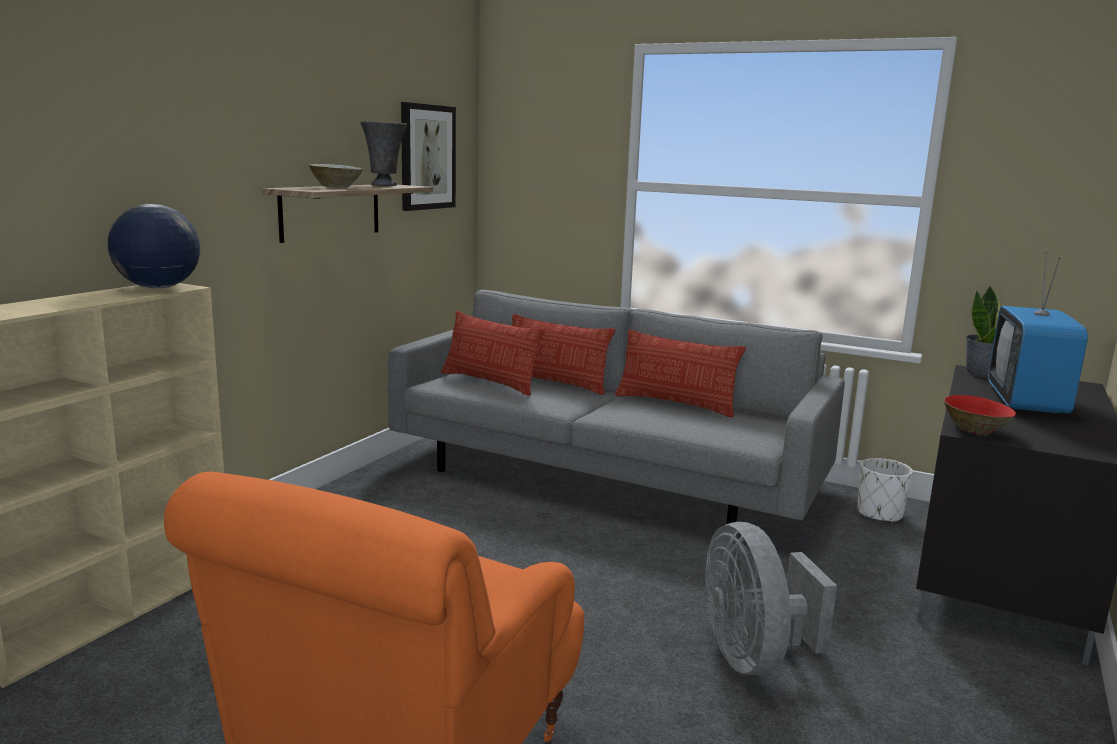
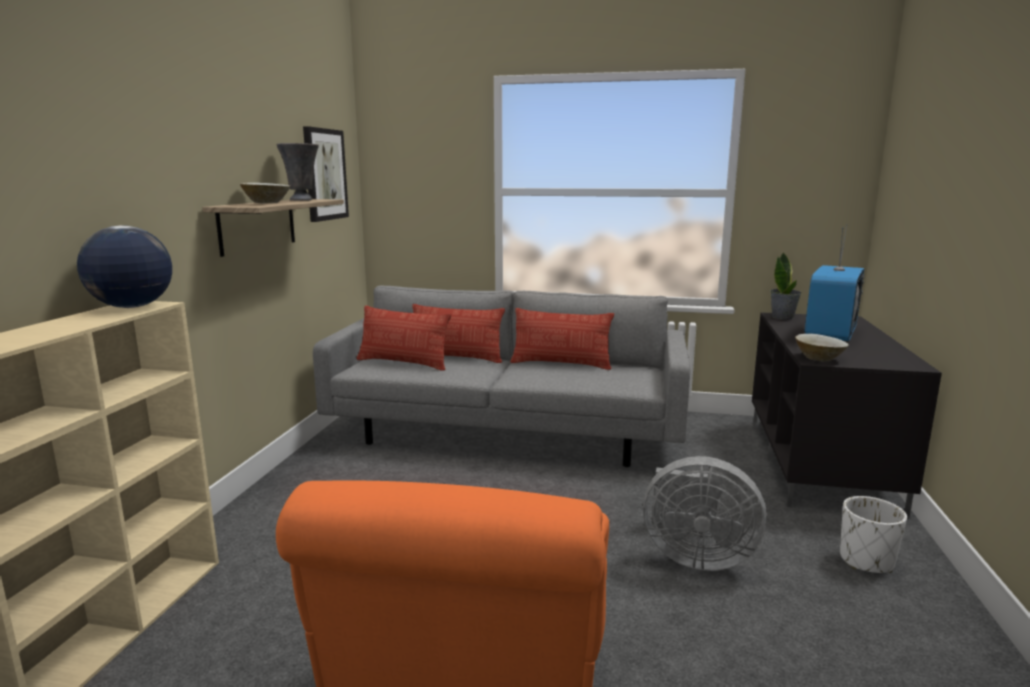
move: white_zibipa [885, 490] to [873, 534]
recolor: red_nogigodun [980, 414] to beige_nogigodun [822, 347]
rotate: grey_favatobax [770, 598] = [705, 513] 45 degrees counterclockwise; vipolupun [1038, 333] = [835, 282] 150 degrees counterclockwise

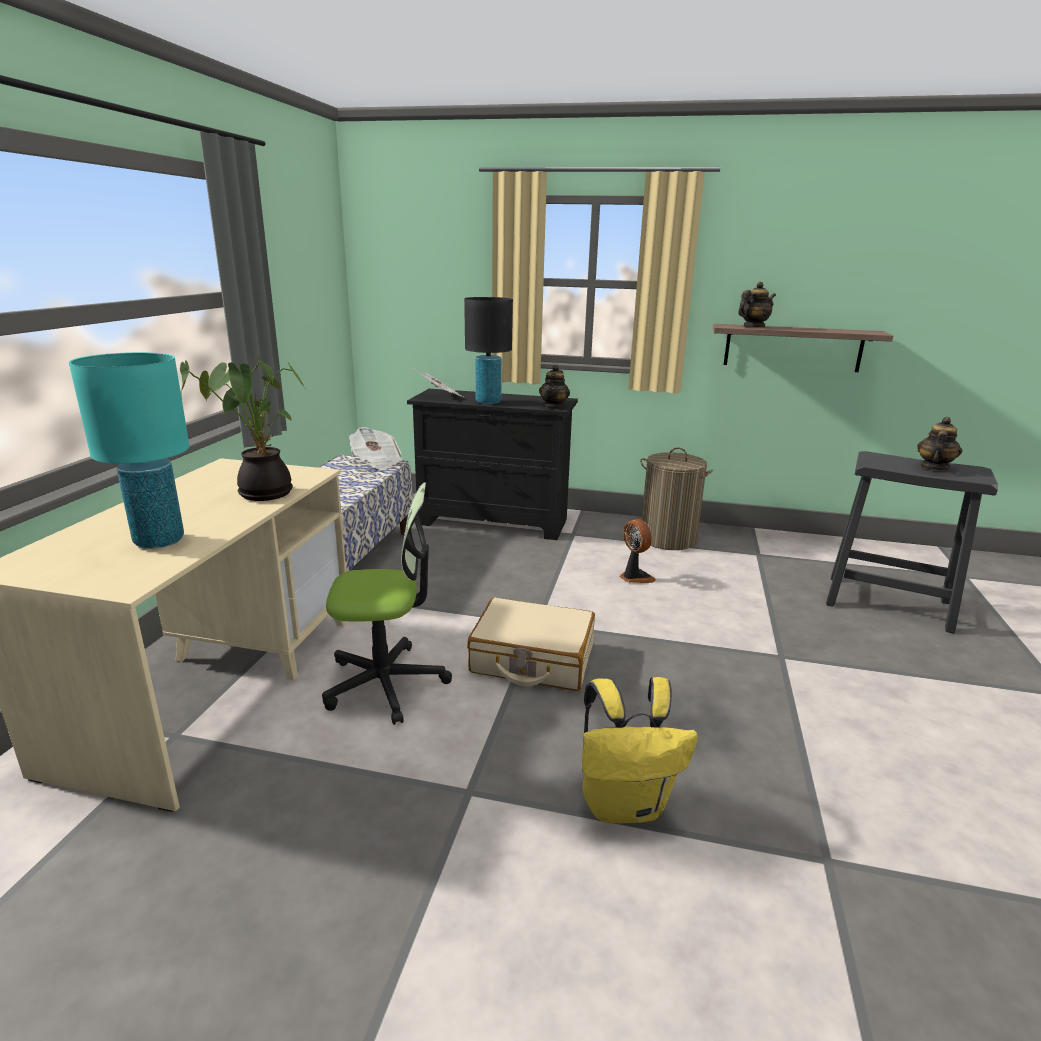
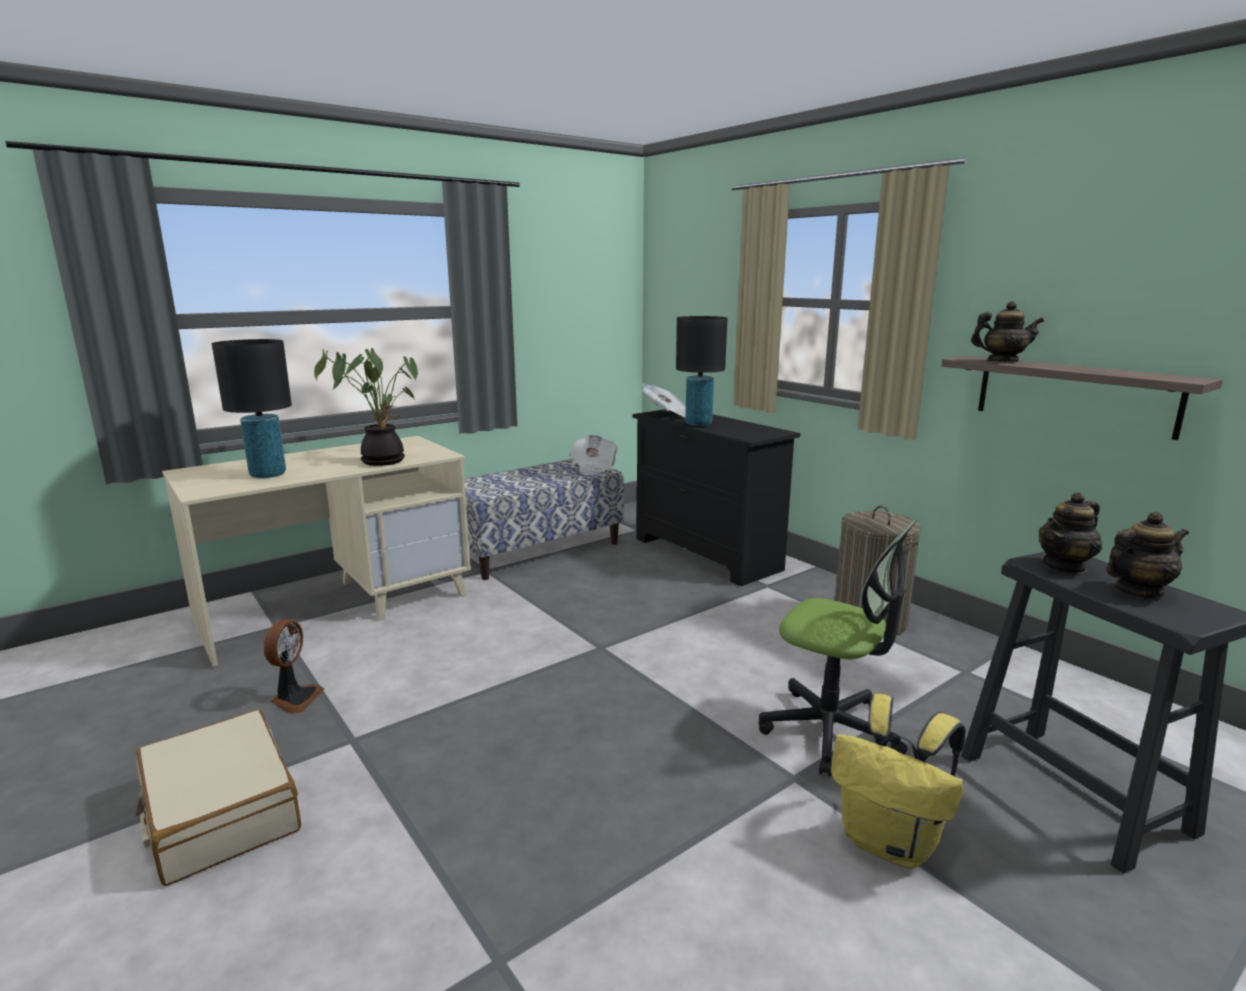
move: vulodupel [387, 603] to [838, 648]; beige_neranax [531, 644] to [218, 798]; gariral [554, 387] to [1070, 533]; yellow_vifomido [640, 750] to [898, 781]; favatobax [637, 551] to [293, 666]
recolor: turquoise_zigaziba [129, 450] to black_zigaziba [252, 408]

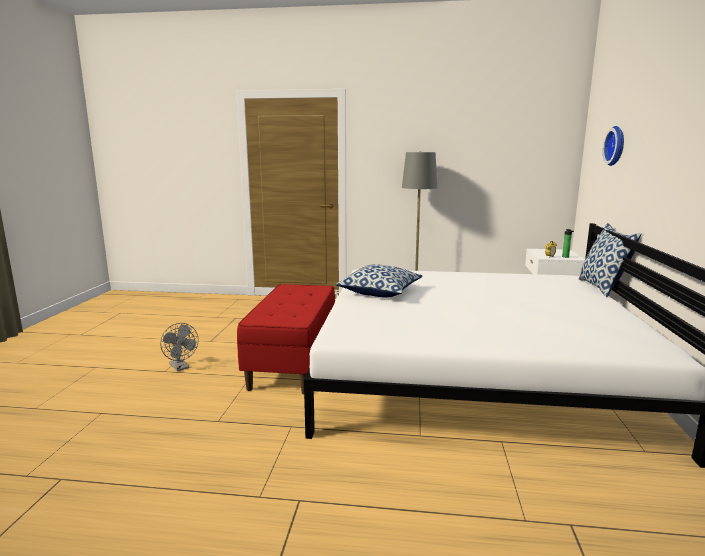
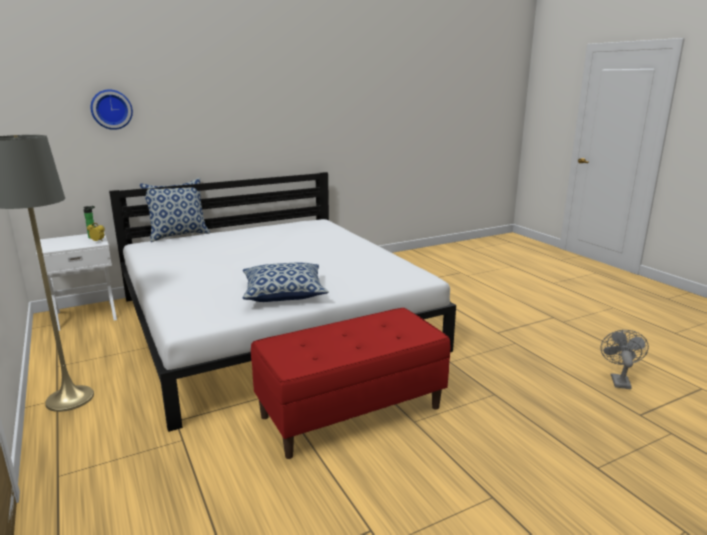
move: grey_favatobax [179, 347] to [624, 359]

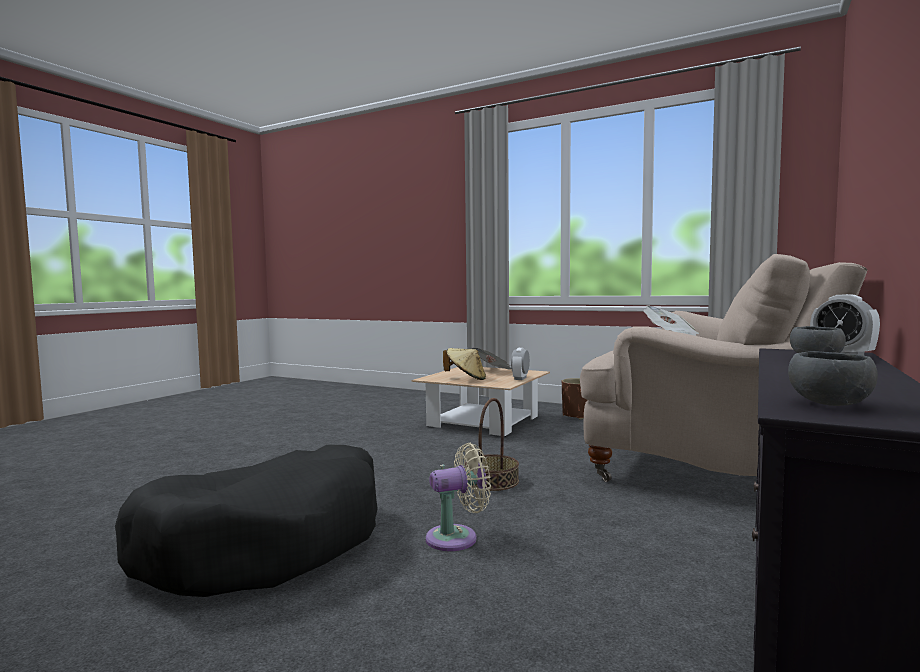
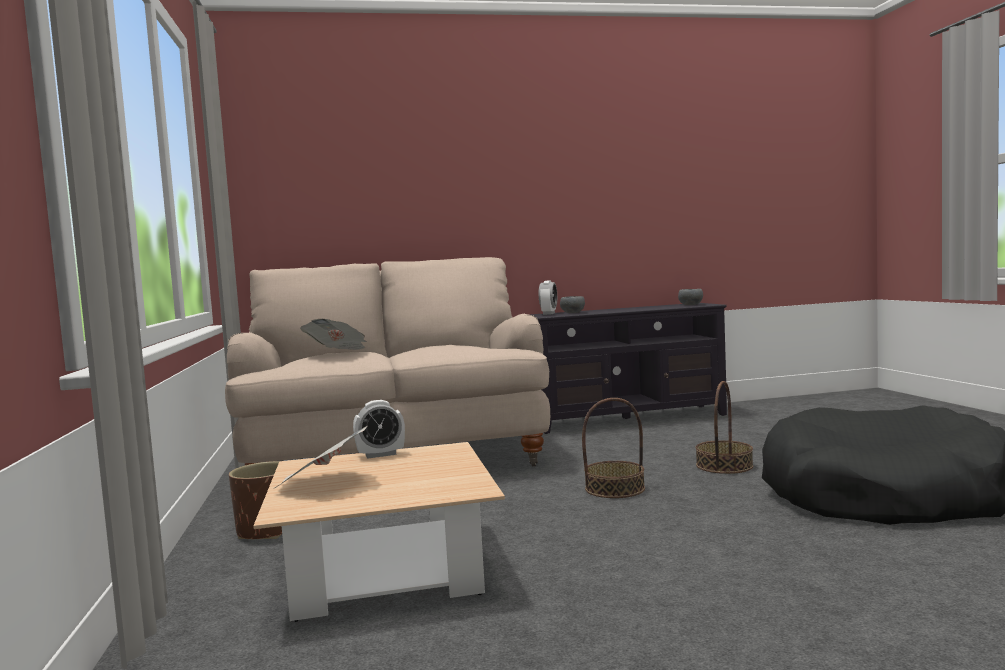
delete: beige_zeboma [464, 364]
replace: beige_favatobax [458, 497] to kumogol [724, 427]

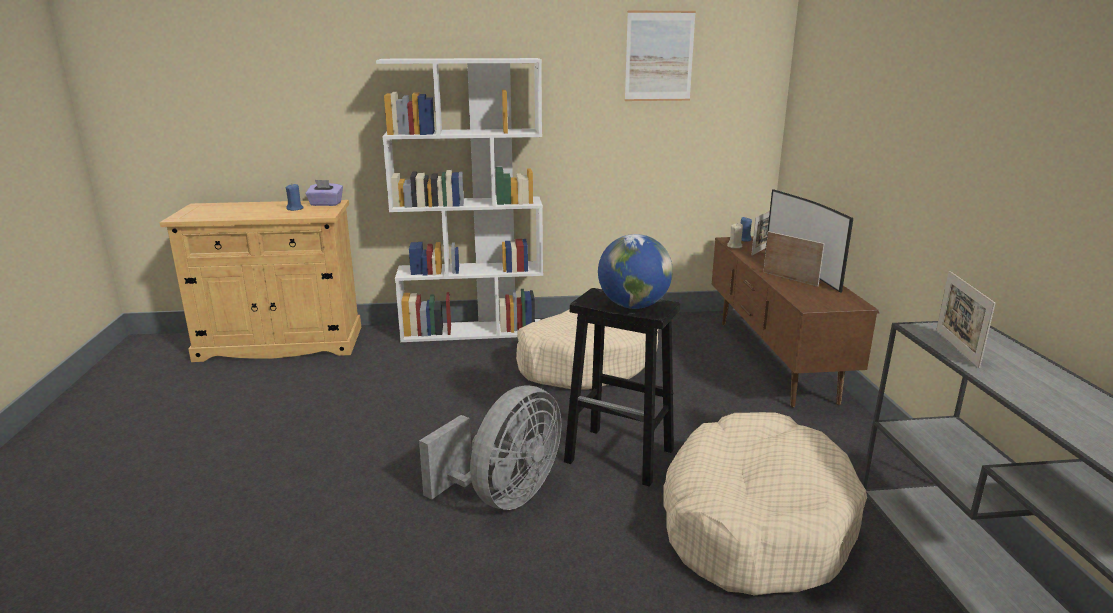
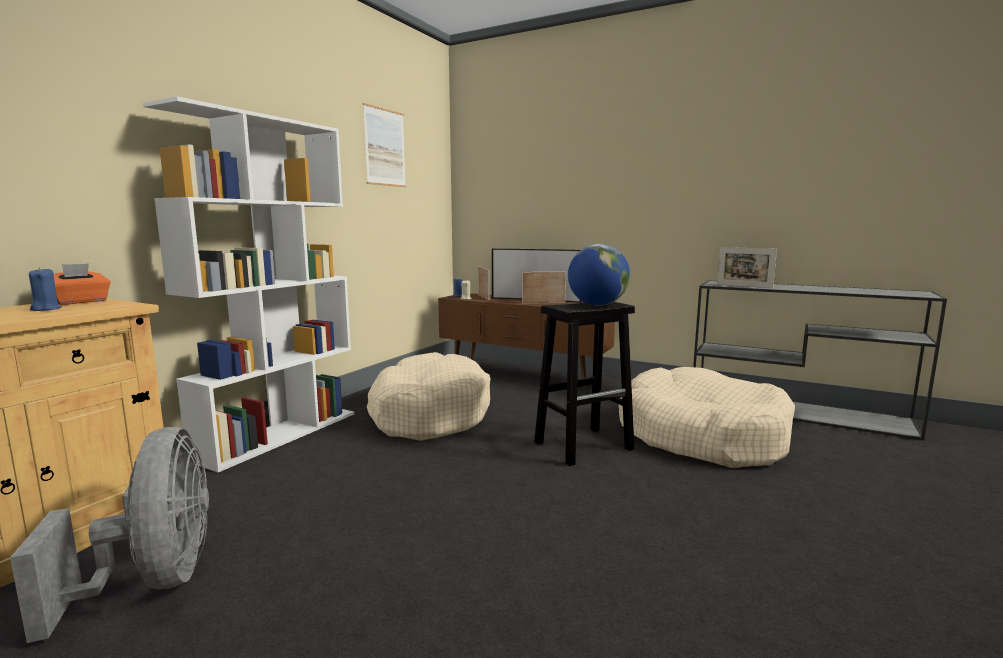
move: grey_favatobax [490, 447] to [109, 535]
recolor: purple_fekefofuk [324, 193] to orange_fekefofuk [82, 284]

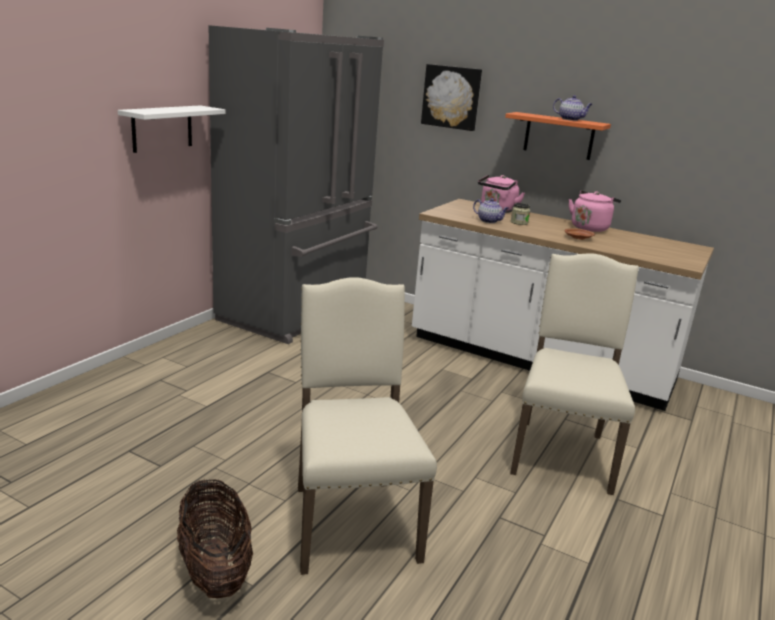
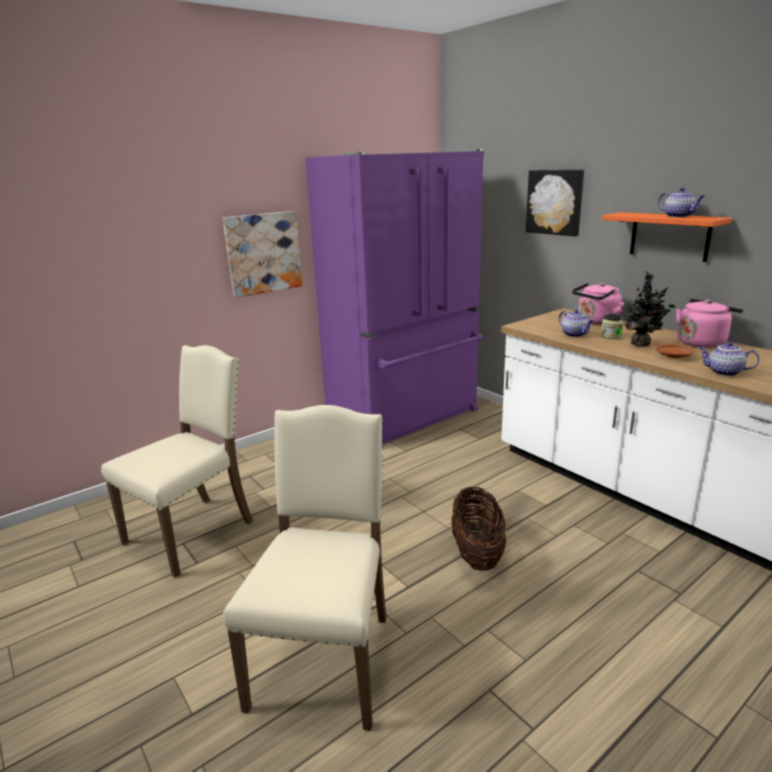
insert: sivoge [647, 308]; gariral [729, 359]
move: kumogol [215, 538] to [478, 528]; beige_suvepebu [574, 374] to [177, 461]
replace: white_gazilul [171, 129] to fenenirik [262, 254]
recolor: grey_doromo [296, 184] to purple_doromo [394, 298]

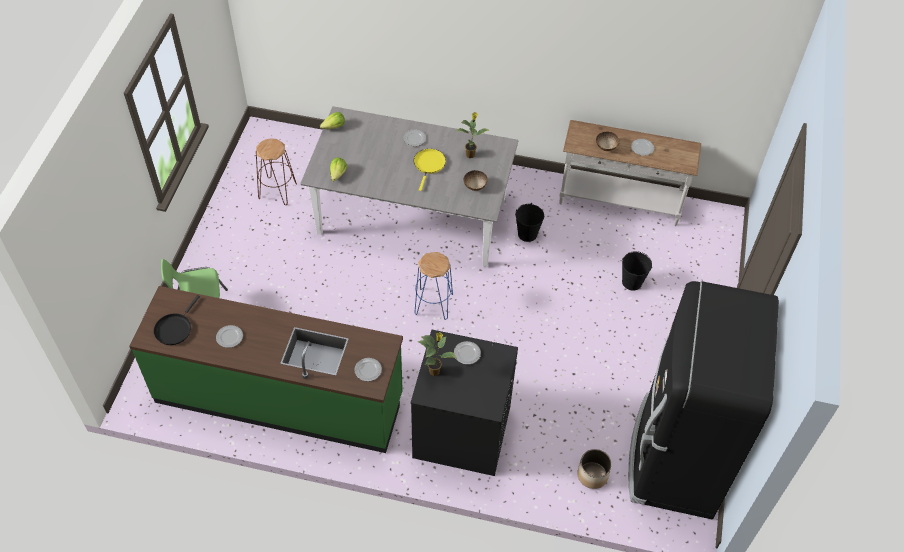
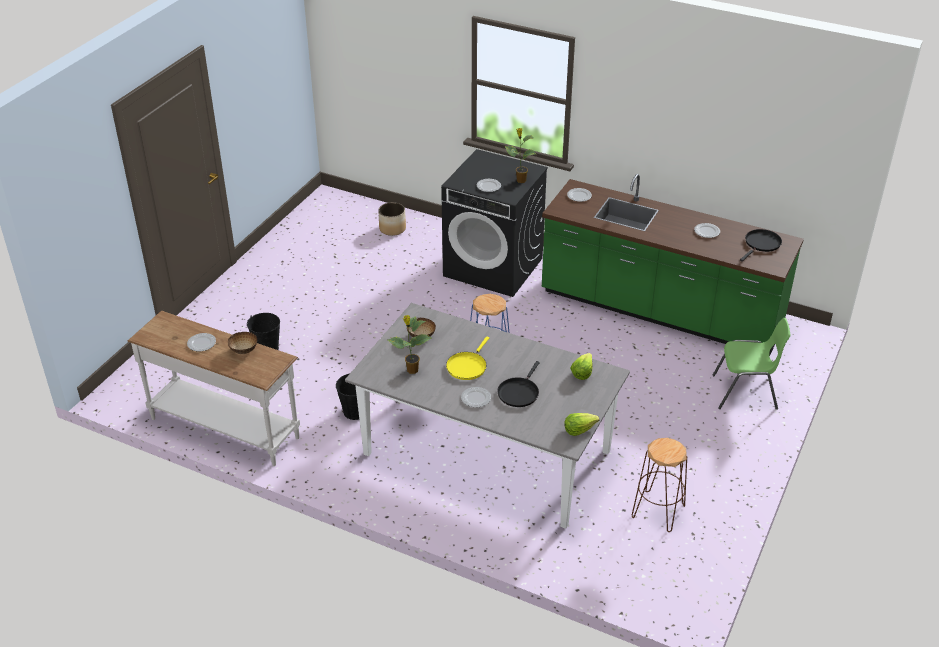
delete: black_doromo [703, 400]
insert: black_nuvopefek [518, 384]

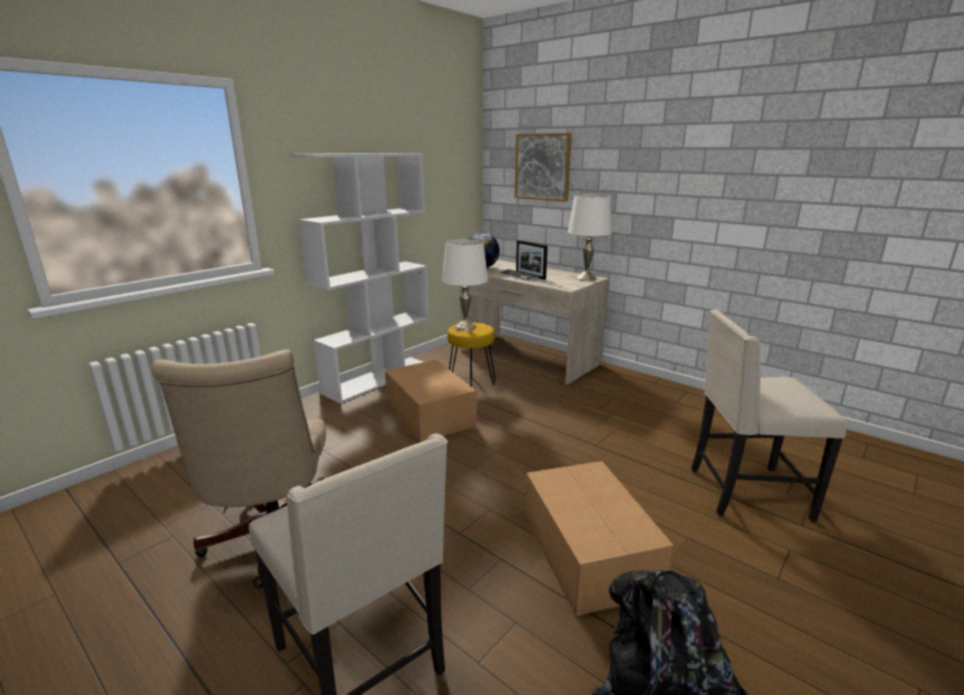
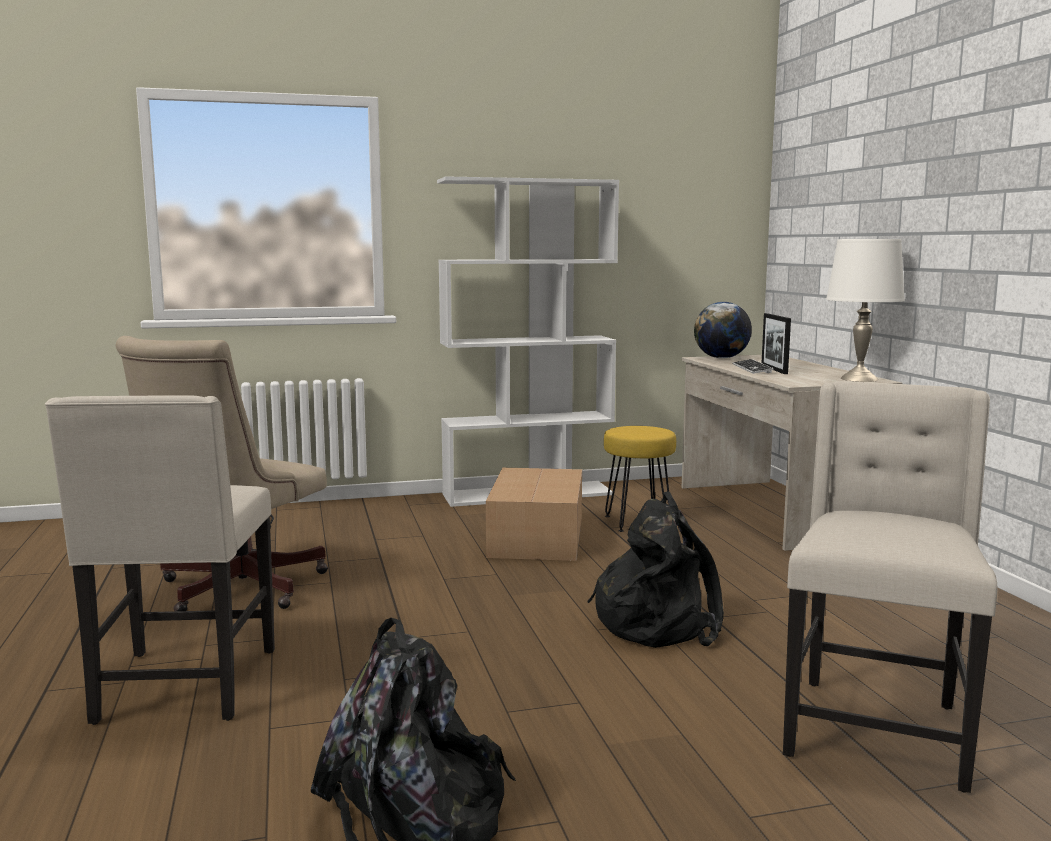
delete: white_zigaziba [465, 285]; fenenirik [543, 167]; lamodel [599, 538]
insert: black_vifomido [655, 569]
rotate: beige_suvepebu [769, 415] = [890, 587] 75 degrees clockwise

